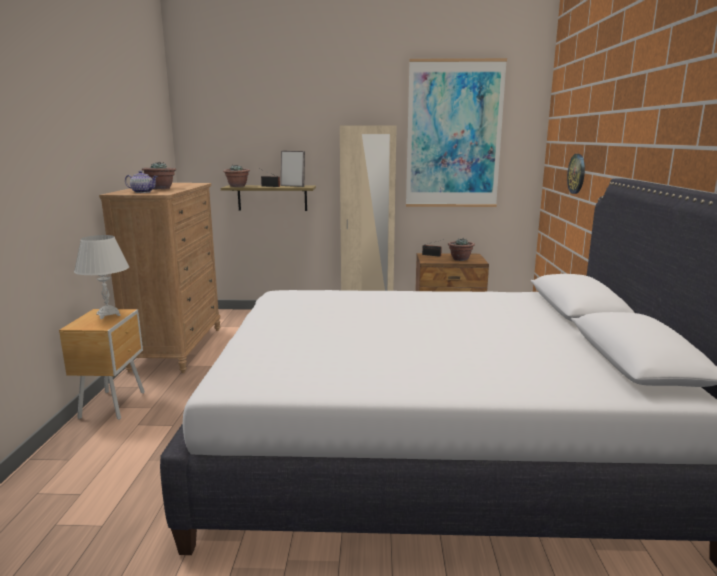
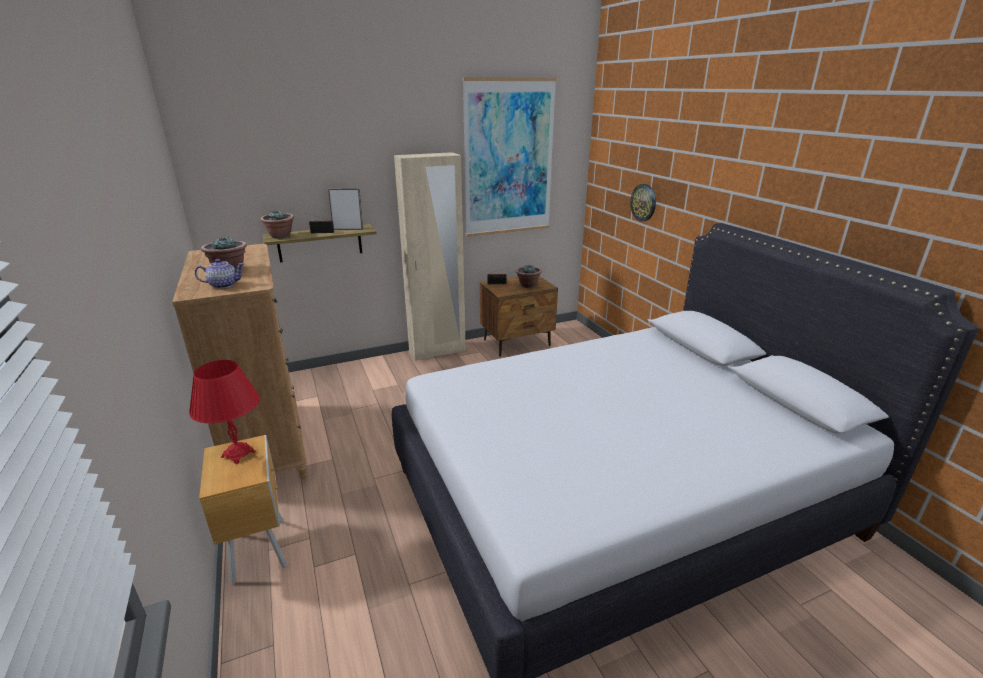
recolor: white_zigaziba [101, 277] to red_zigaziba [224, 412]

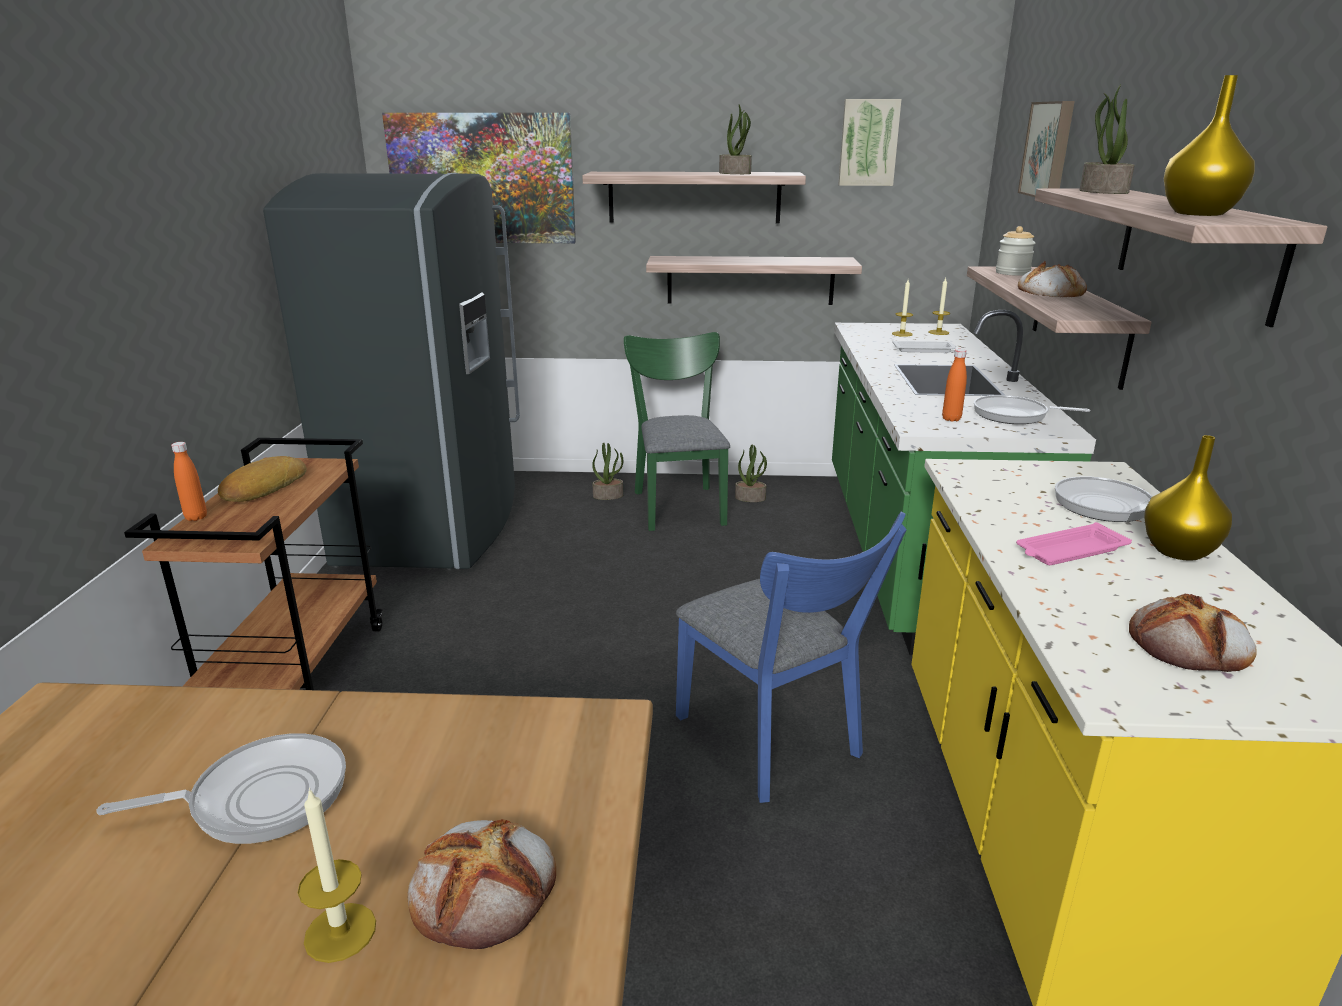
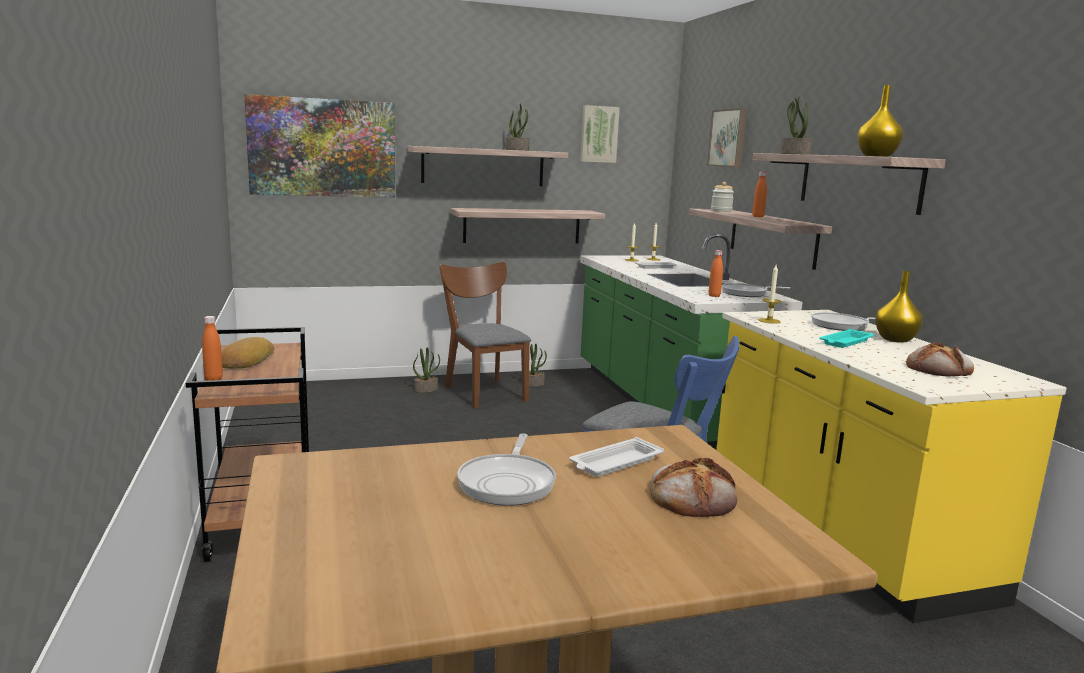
delete: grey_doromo [391, 371]
insert: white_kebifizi [616, 457]
move: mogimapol [337, 875] to [770, 294]
replace: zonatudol [1052, 279] to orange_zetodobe [759, 194]
recolor: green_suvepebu [677, 431] to brown_suvepebu [485, 335]; pink_kebifizi [1074, 543] to turquoise_kebifizi [846, 338]
rotate: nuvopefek [221, 788] = [506, 470] 135 degrees clockwise

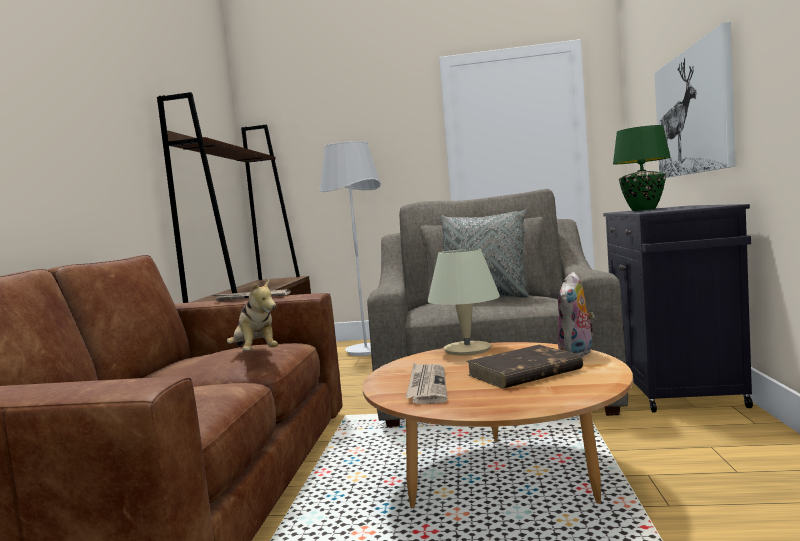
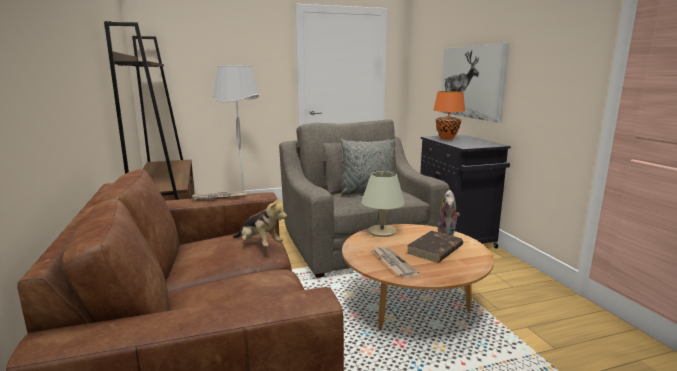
recolor: green_zigaziba [642, 168] to orange_zigaziba [449, 115]

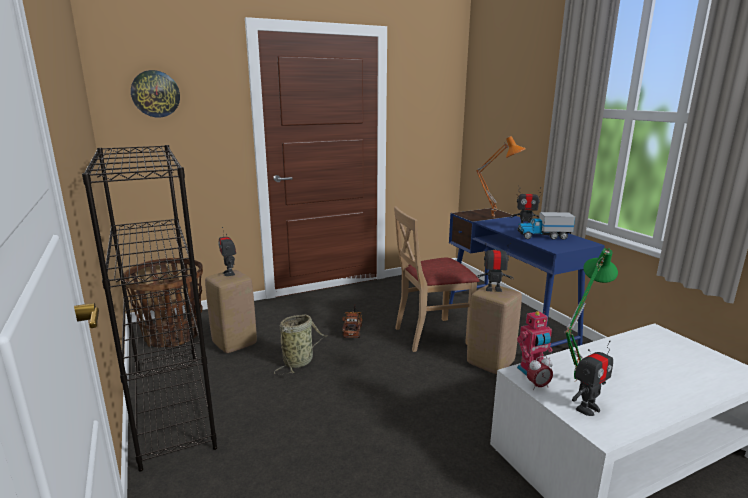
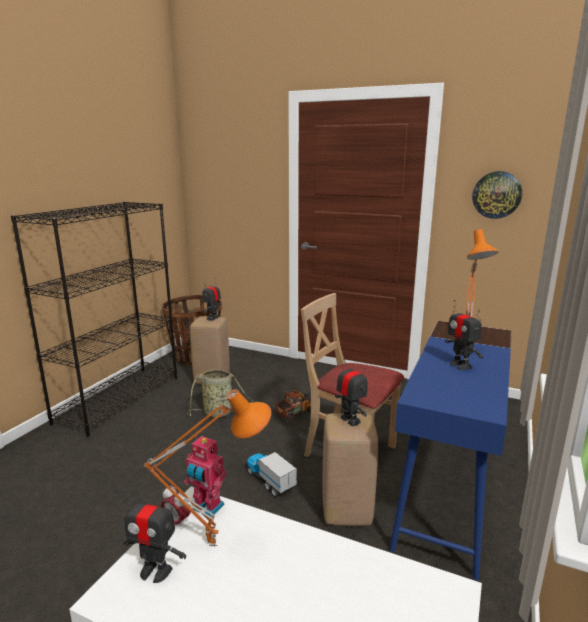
move: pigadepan [155, 94] to [497, 195]; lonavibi [546, 226] to [272, 474]
recolor: green_zigaziba [591, 315] to orange_zigaziba [207, 468]

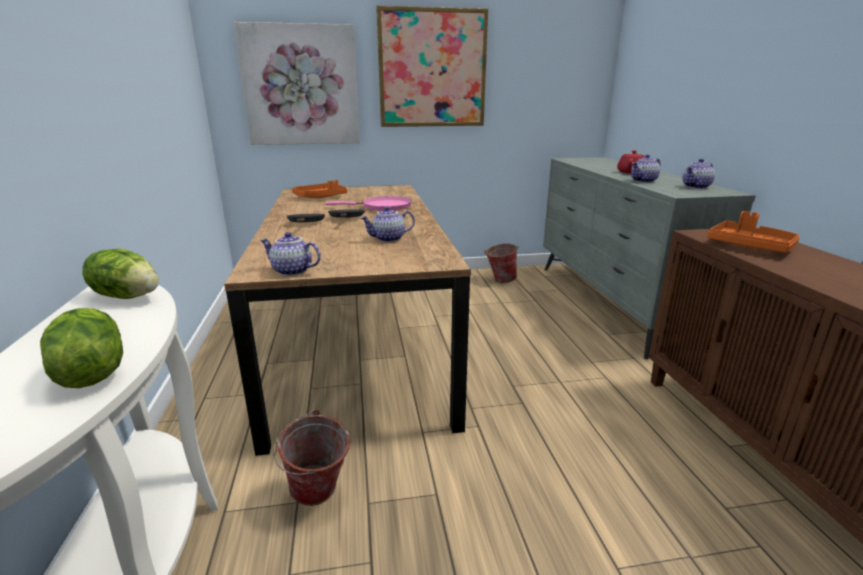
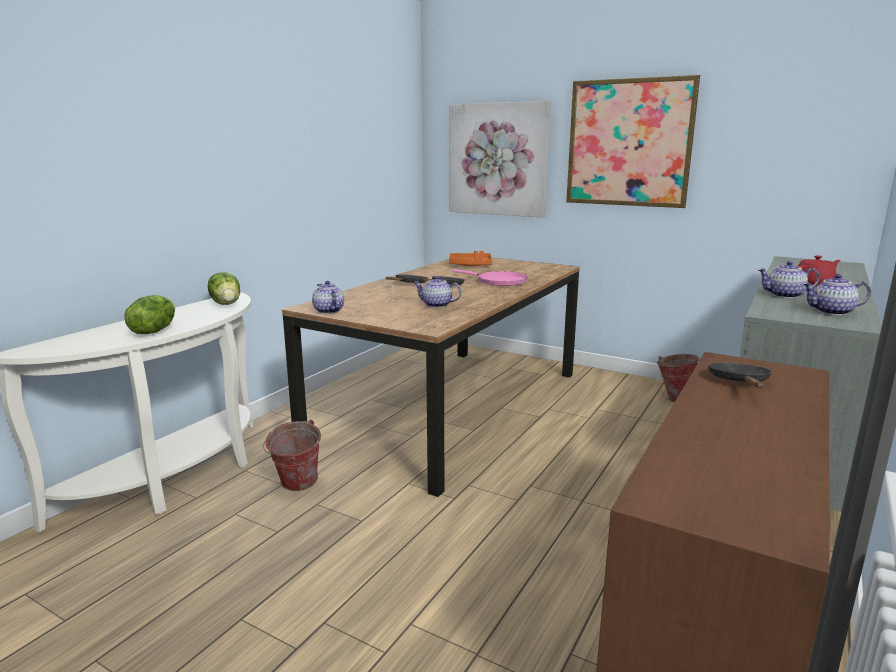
replace: orange_kebifizi [753, 232] to black_nuvopefek [740, 375]

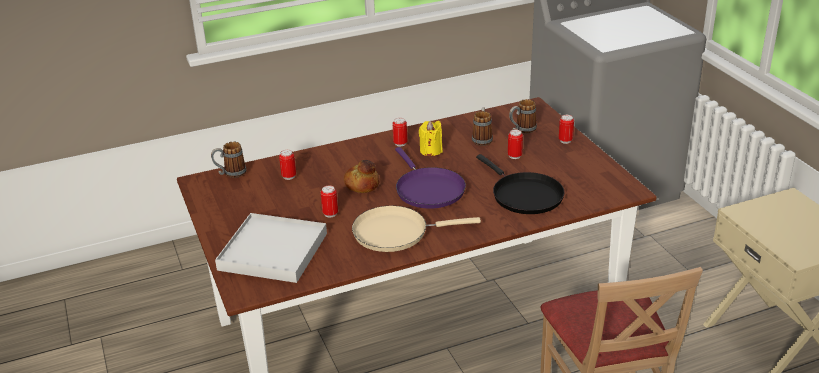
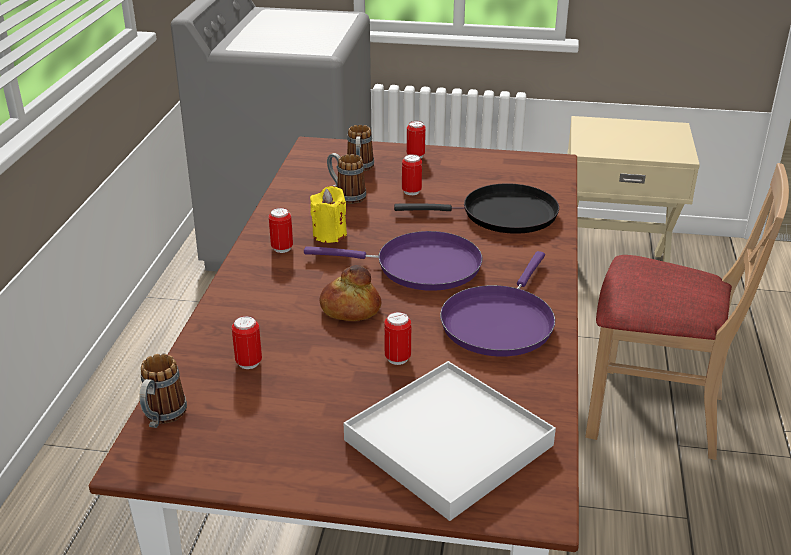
recolor: beige_nuvopefek [416, 229] to purple_nuvopefek [497, 303]

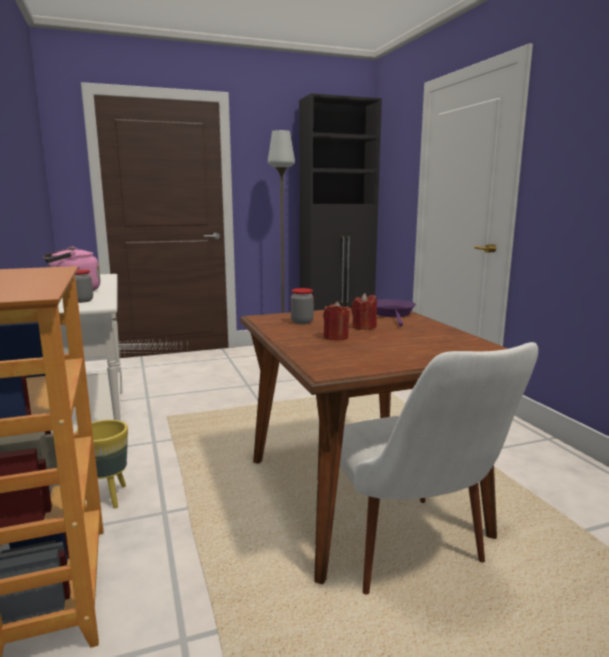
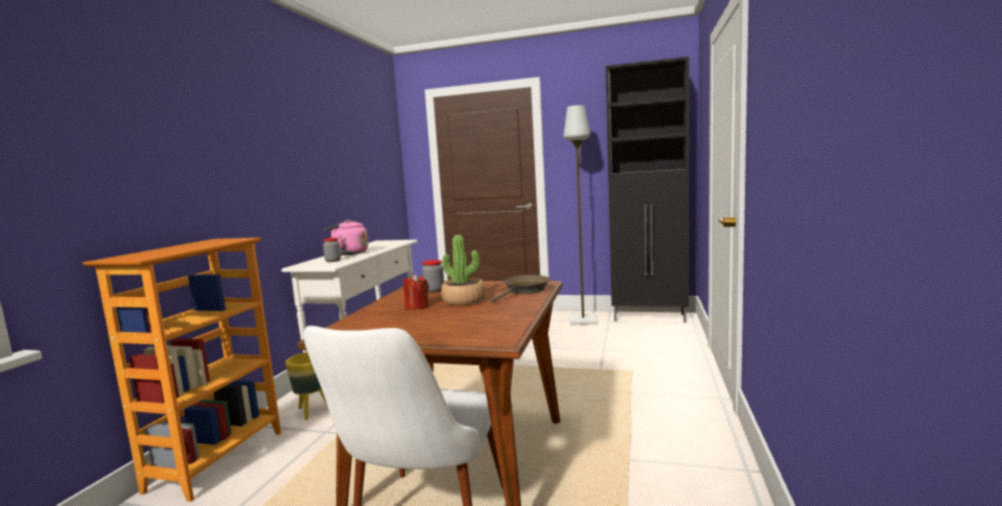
replace: red_mogimapol [364, 311] to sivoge [463, 270]
recolor: purple_nuvopefek [396, 312] to brown_nuvopefek [520, 289]

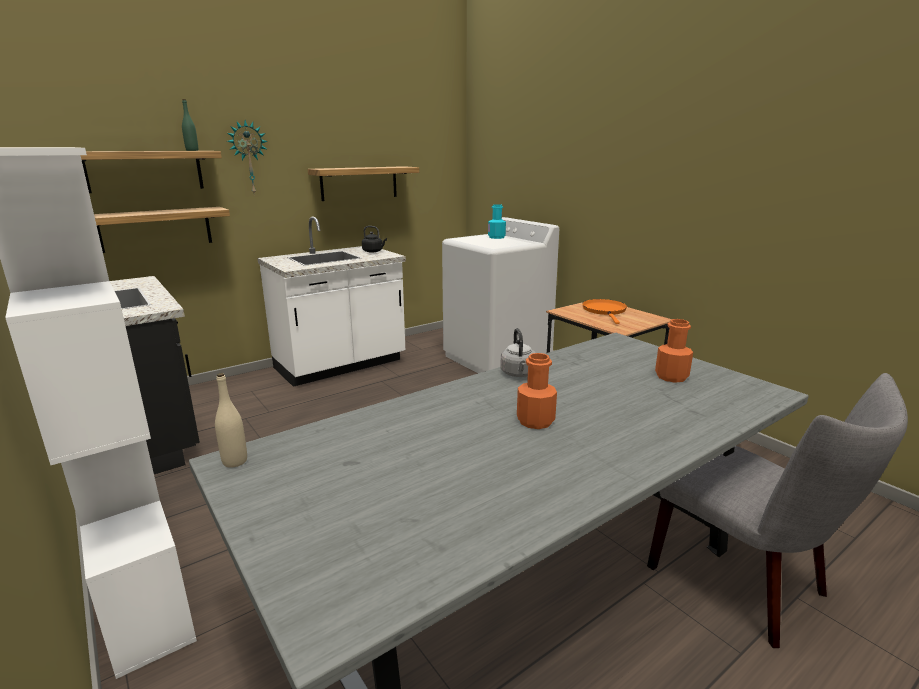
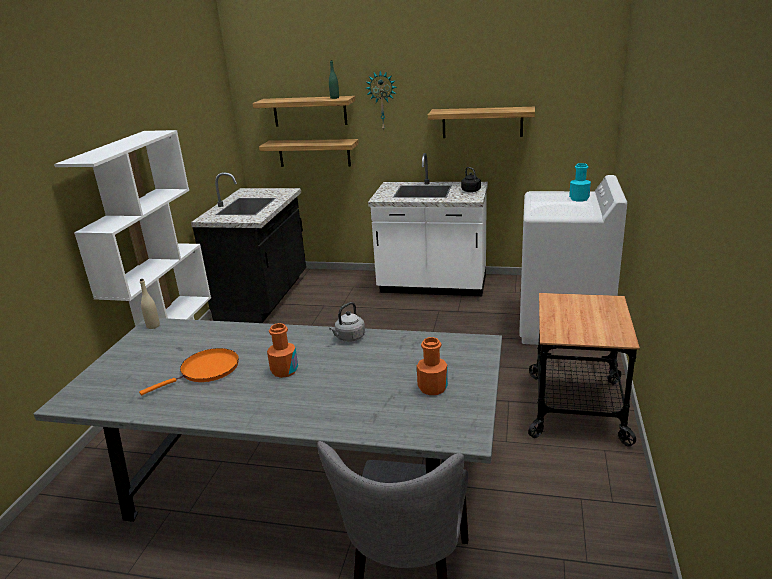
move: orange_nuvopefek [604, 311] to [189, 371]

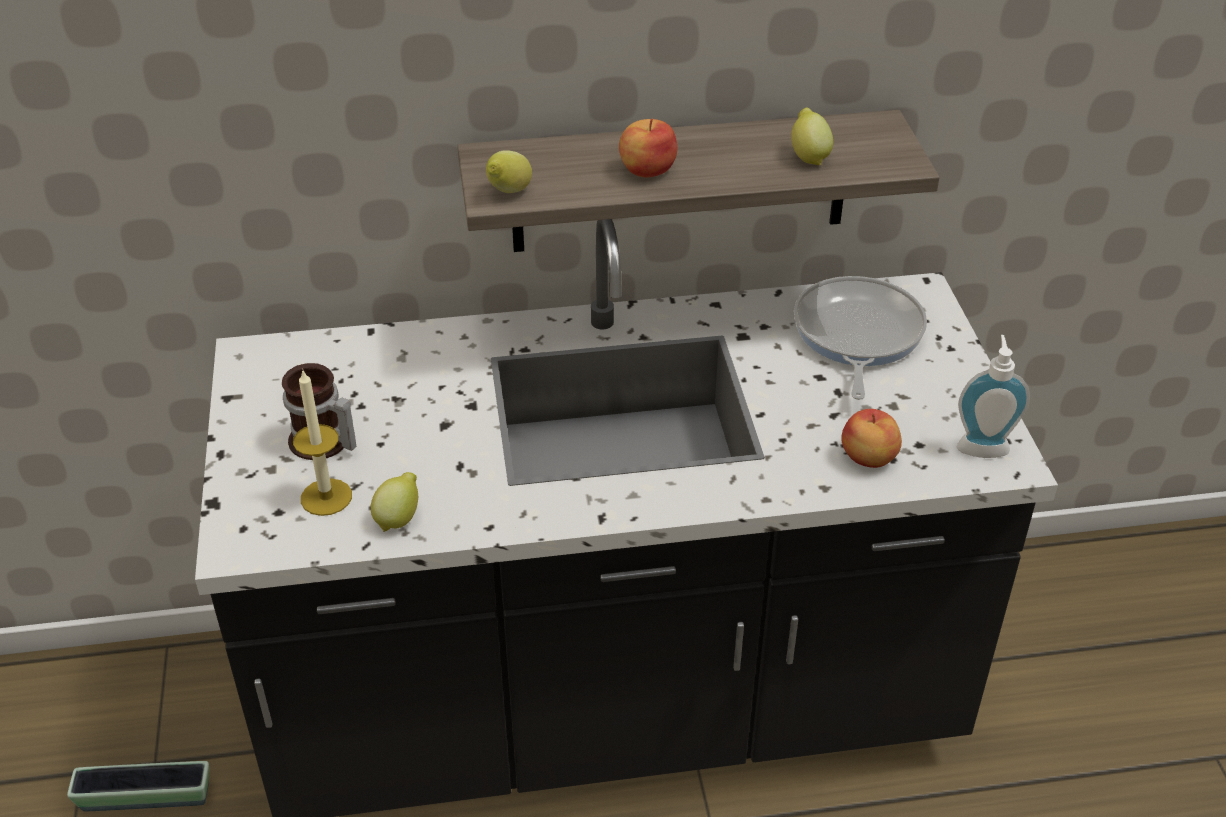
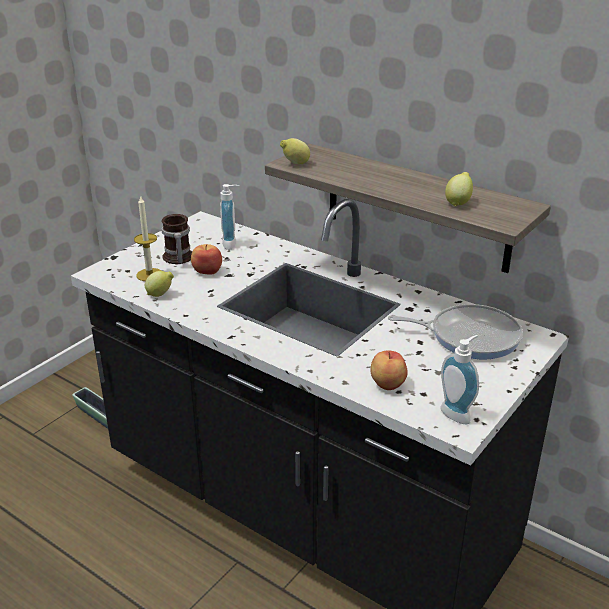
insert: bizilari [230, 217]
move: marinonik [648, 148] to [206, 259]
rotate: nuvopefek [860, 338] = [455, 332] 45 degrees clockwise

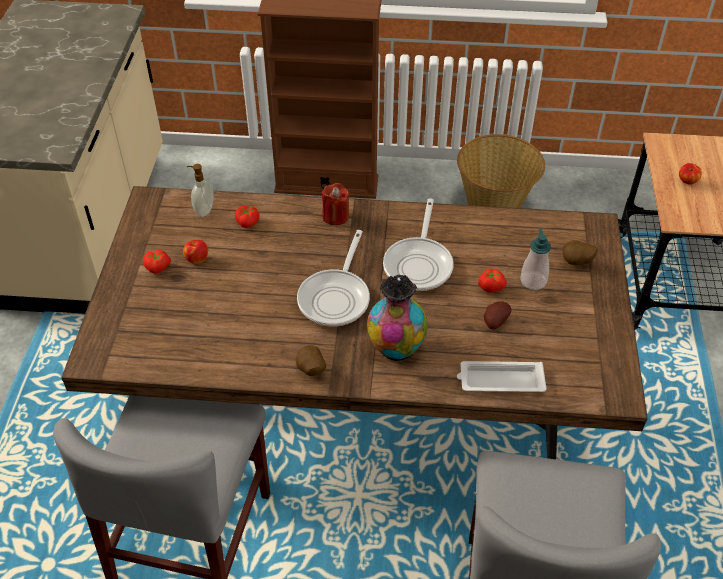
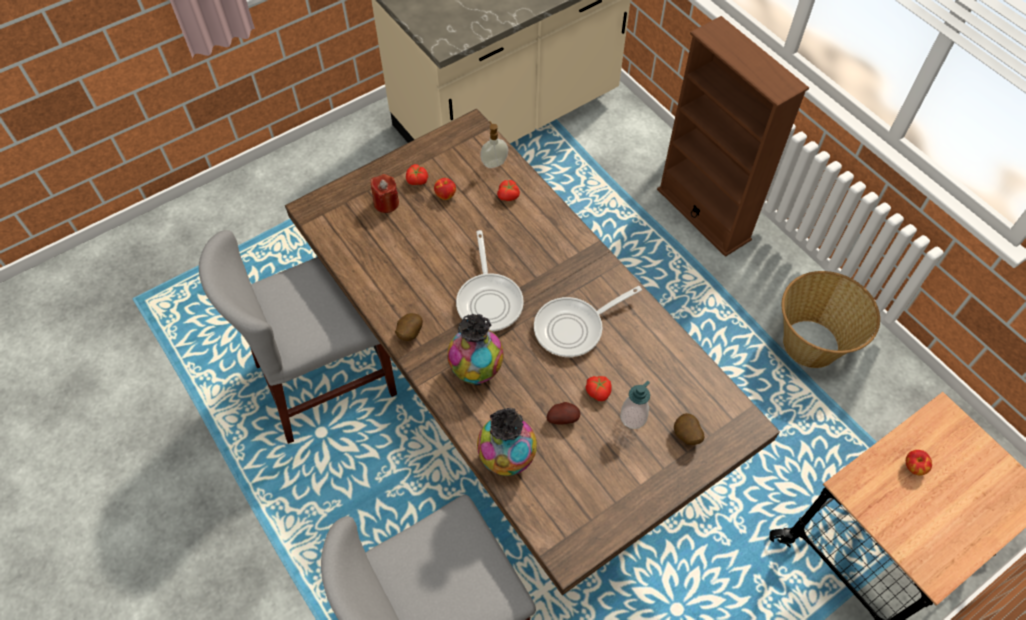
move: red_mogimapol [335, 204] to [385, 193]
replace: white_kebifizi [502, 376] to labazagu [507, 442]
rotate: nuvopefek [333, 278] = [490, 281] 75 degrees counterclockwise

